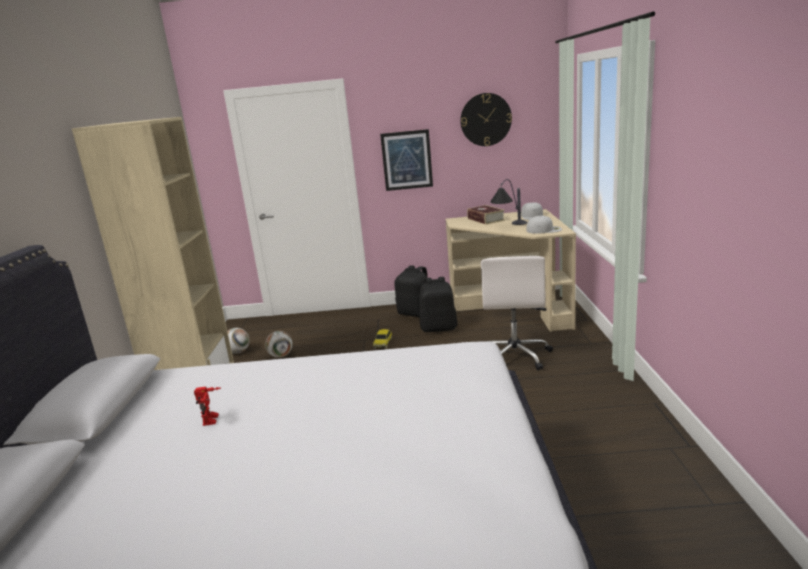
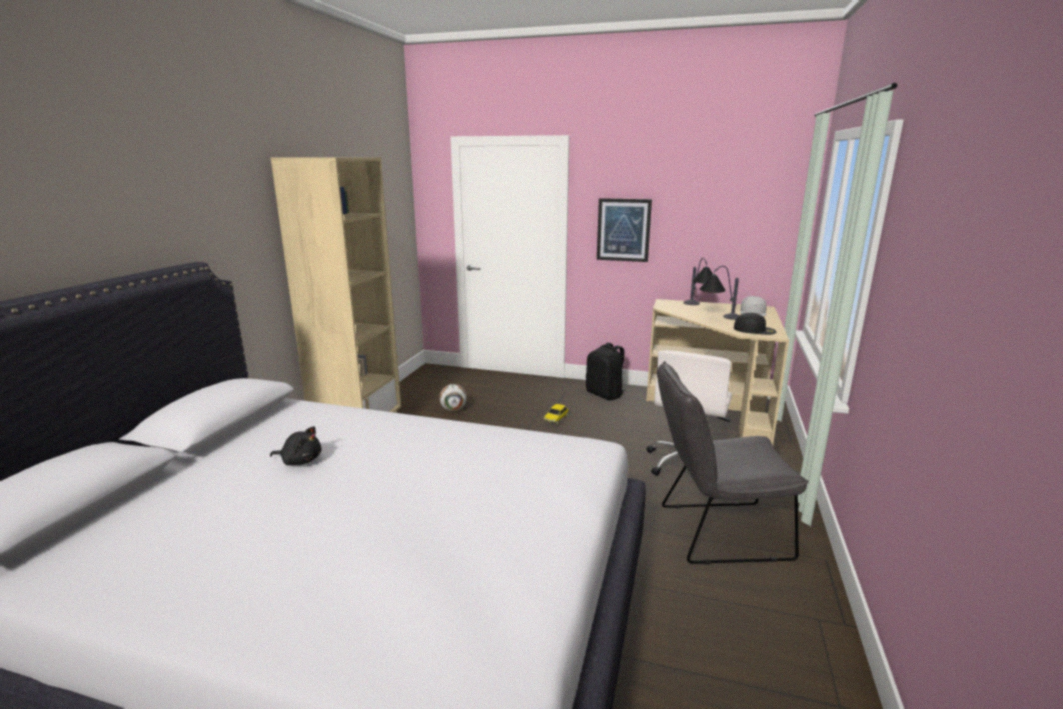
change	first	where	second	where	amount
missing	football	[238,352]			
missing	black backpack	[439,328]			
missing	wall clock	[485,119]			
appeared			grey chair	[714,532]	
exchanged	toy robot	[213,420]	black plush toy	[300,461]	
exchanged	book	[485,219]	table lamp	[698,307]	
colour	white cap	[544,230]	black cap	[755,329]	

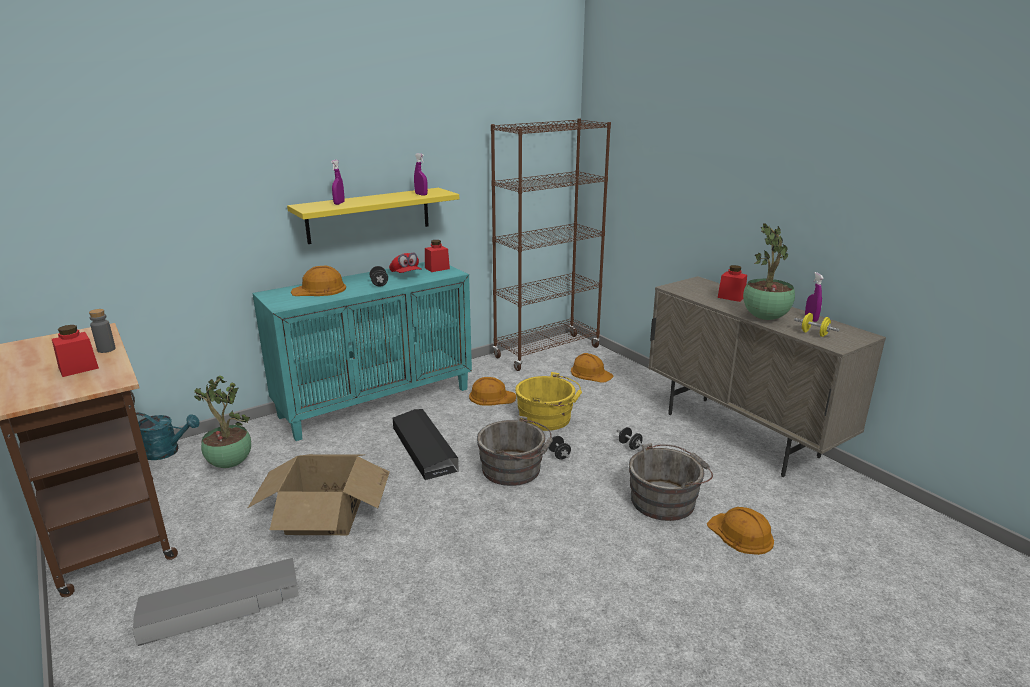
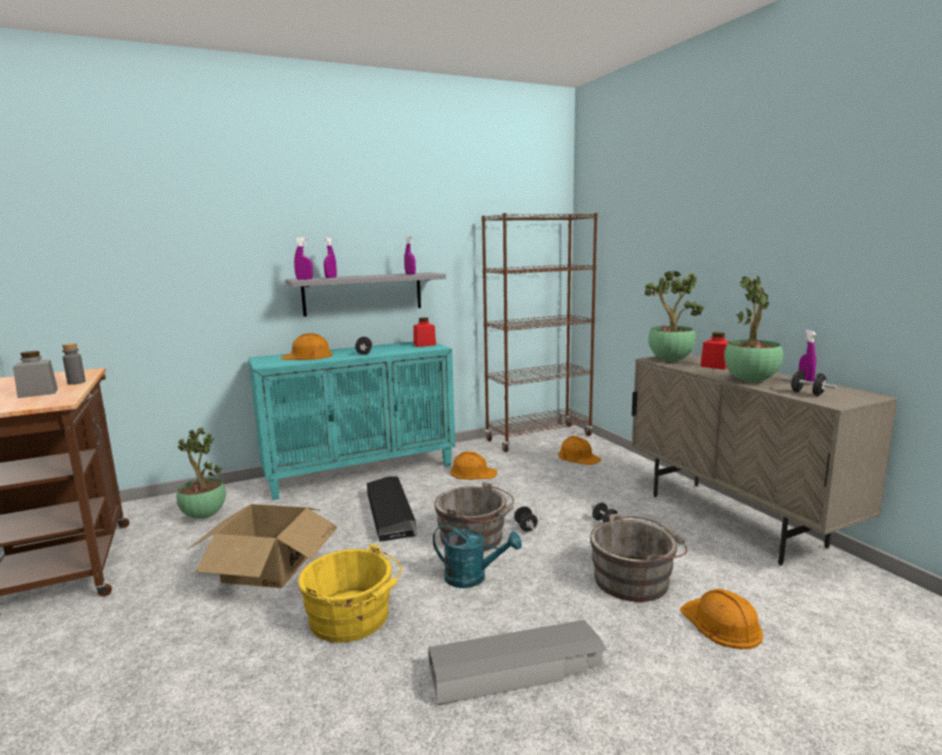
change	first	where	second	where	amount
missing	red cap	[406,275]			
appeared			purple spray bottle	[304,279]	
appeared			potted plant	[669,360]	
relocated	grey storage box	[222,606]		[517,669]	
relocated	turquoise watering can	[167,452]		[473,577]	
relocated	yellow bucket	[548,418]		[353,618]	
colour	red jar	[78,368]	grey jar	[38,393]	
colour	yellow shelf	[369,215]	grey shelf	[363,293]	
colour	yellow dumbbell	[814,334]	black dumbbell	[807,393]	

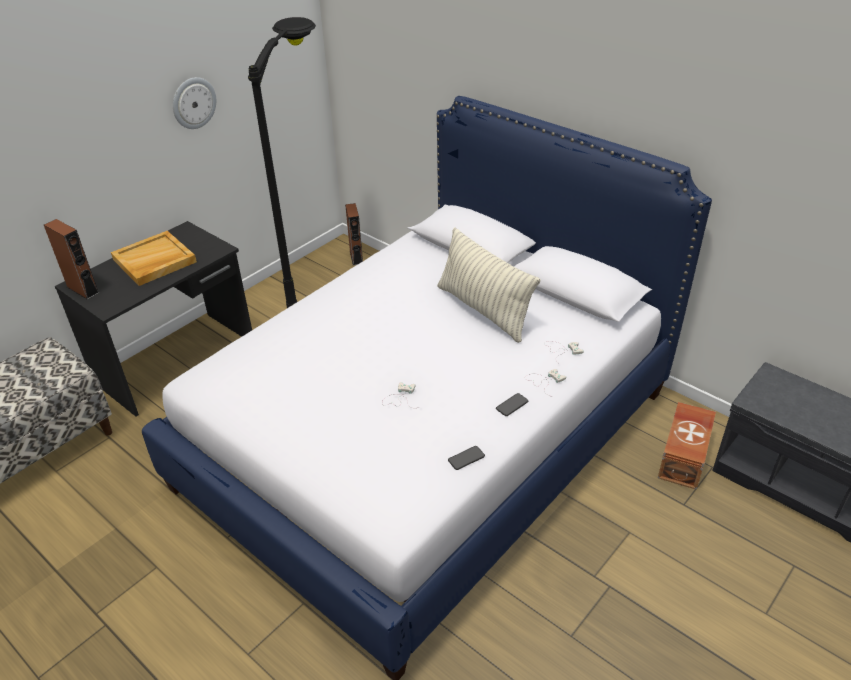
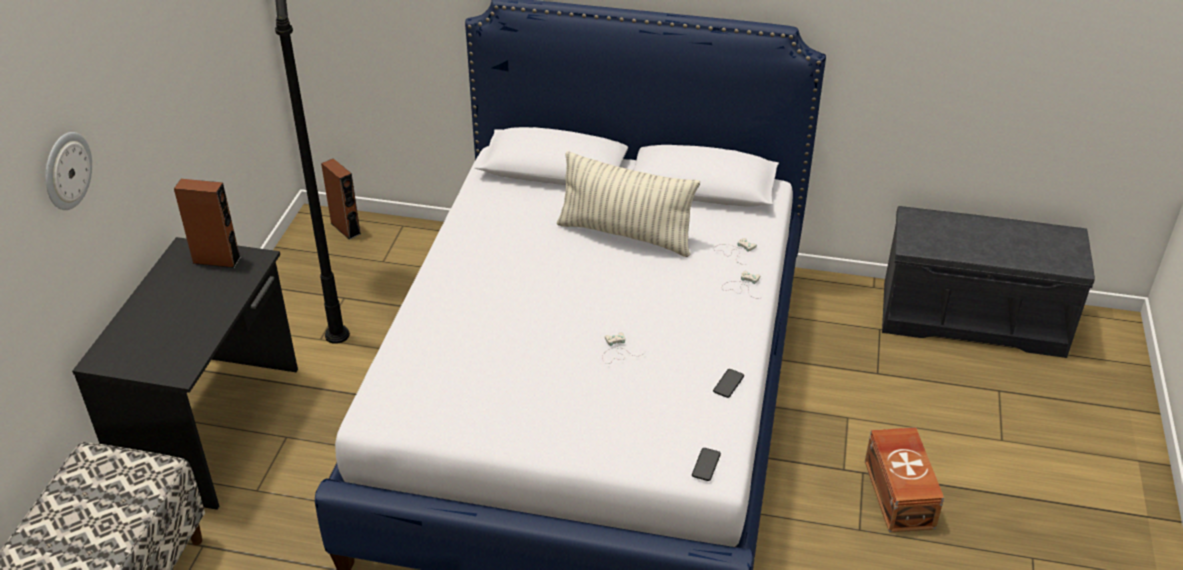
change	first	where	second	where	amount
missing	beige tray	[154,261]			
relocated	brown speaker	[83,290]		[216,260]	
relocated	wall clock	[193,103]		[66,170]	
relocated	phone	[512,405]		[706,465]	
relocated	brown storage box	[685,456]		[900,493]	

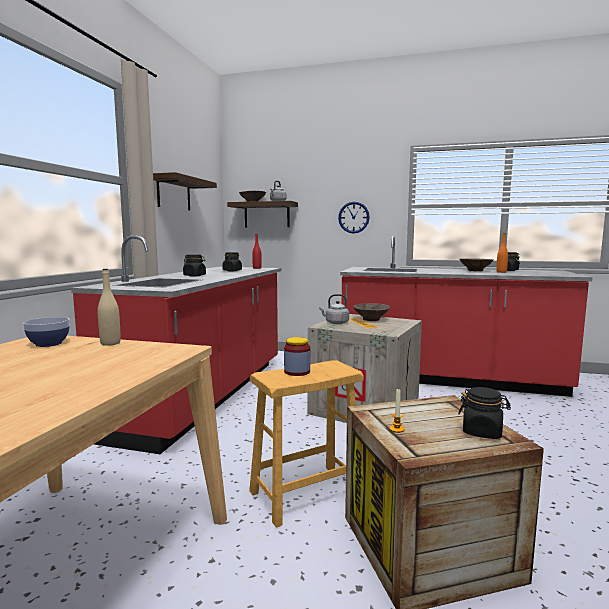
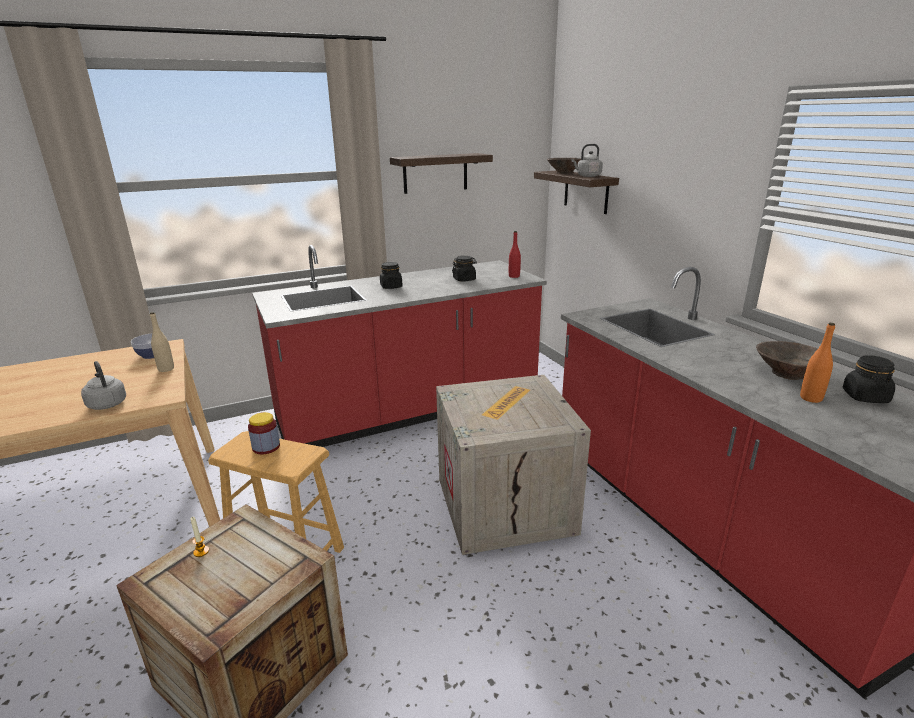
change	first	where	second	where	amount
missing	wall clock	[353,217]			
missing	brown bowl	[371,319]			
missing	black jar	[482,432]			
relocated	grey kettle	[335,323]		[107,403]	

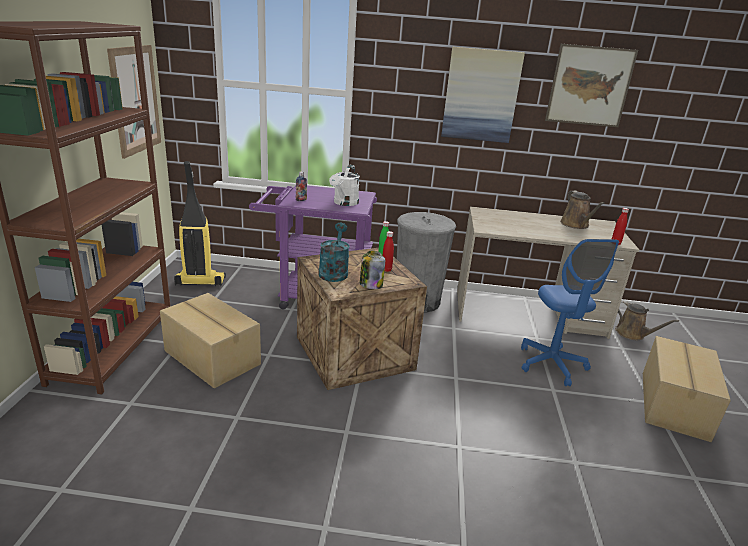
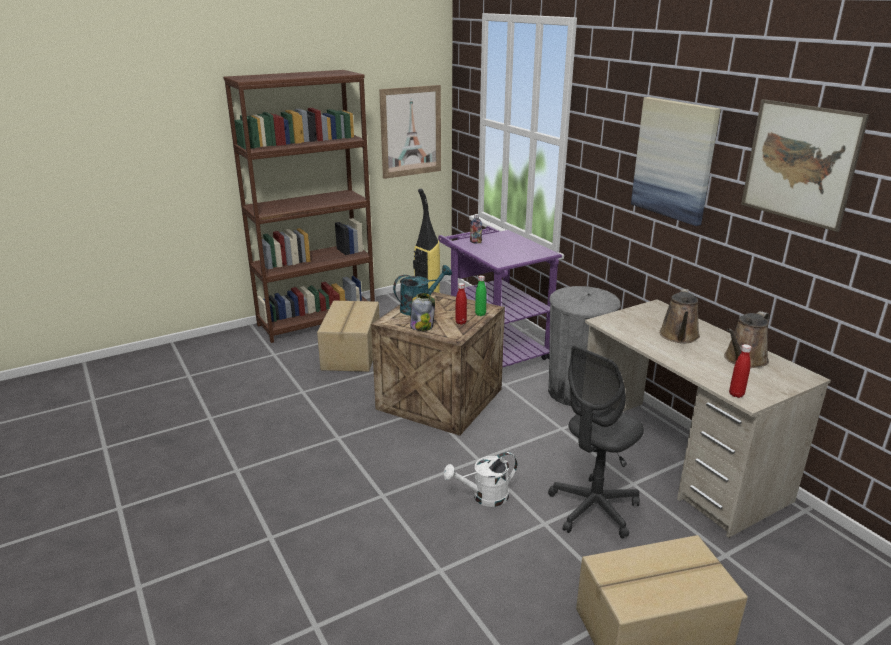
change	first	where	second	where	amount
relocated	white watering can	[344,203]		[484,497]	
relocated	brown watering can	[632,334]		[679,336]	
colour	blue office chair	[551,364]	grey office chair	[593,509]	

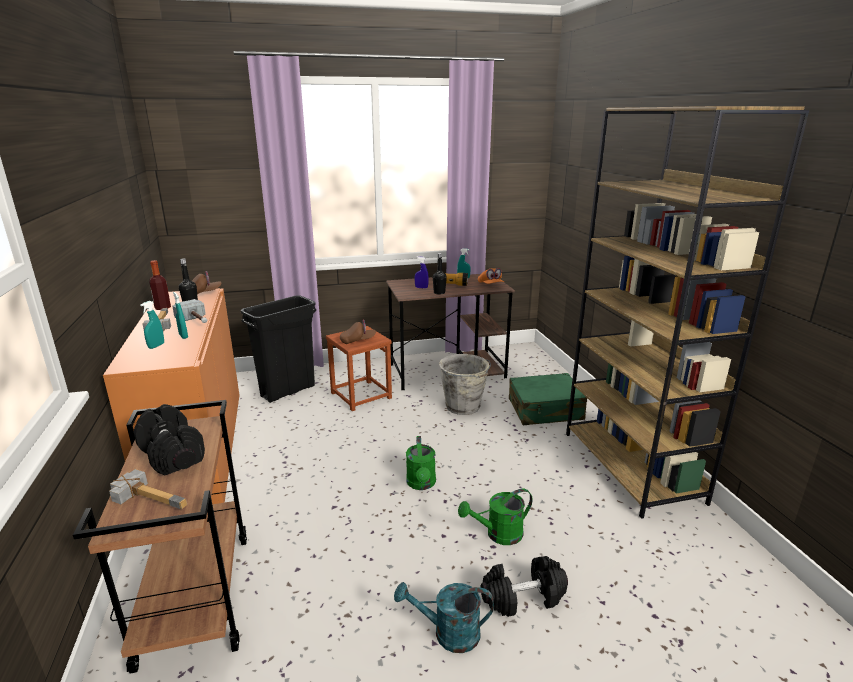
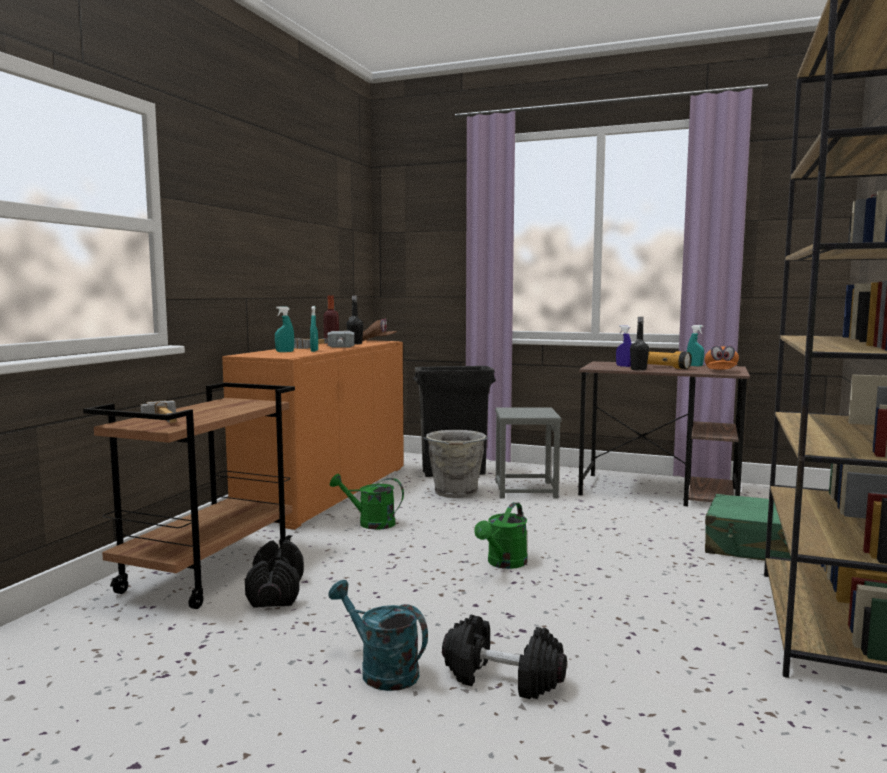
change	first	where	second	where	amount
missing	brown cap	[358,341]			
relocated	black dumbbell	[171,454]		[275,592]	
relocated	grey bucket	[463,407]		[455,492]	
relocated	green watering can	[498,534]		[370,523]	
colour	brown stool	[360,395]	grey stool	[525,490]	

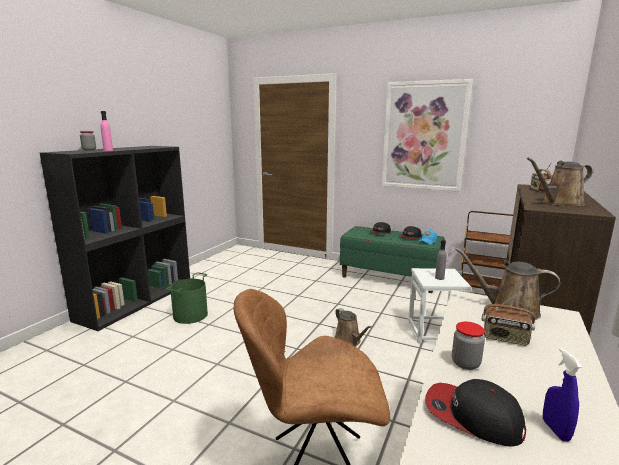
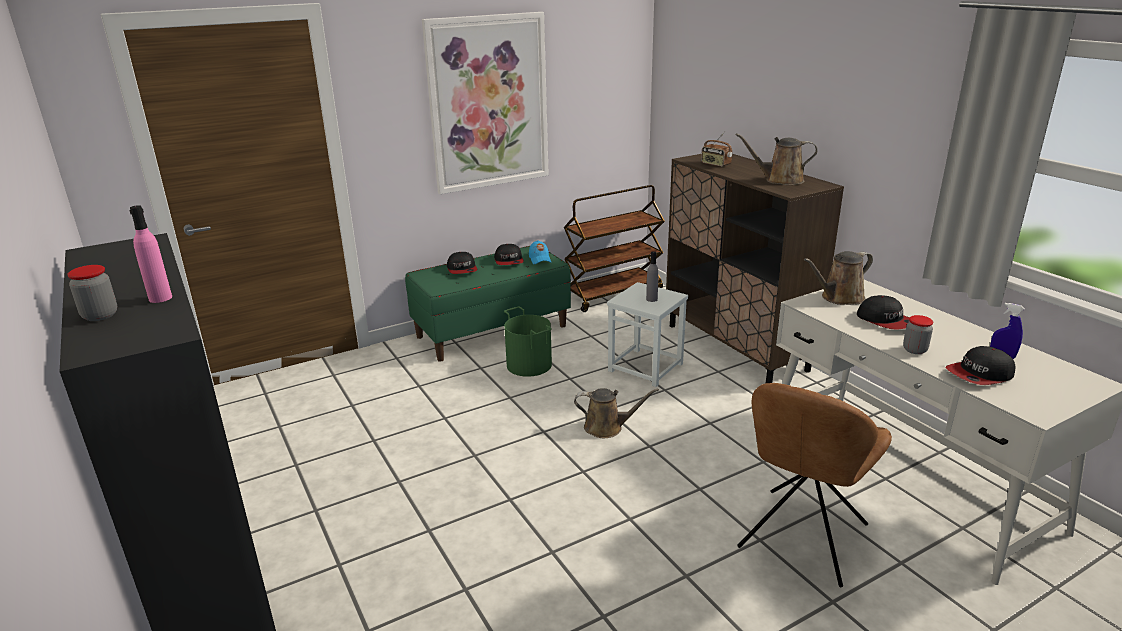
change	first	where	second	where	amount
relocated	green bucket	[191,315]		[529,364]	
exchanged	radio	[505,338]	cap	[886,321]	
spun	brown watering can	[559,203]		[780,180]	75 degrees clockwise

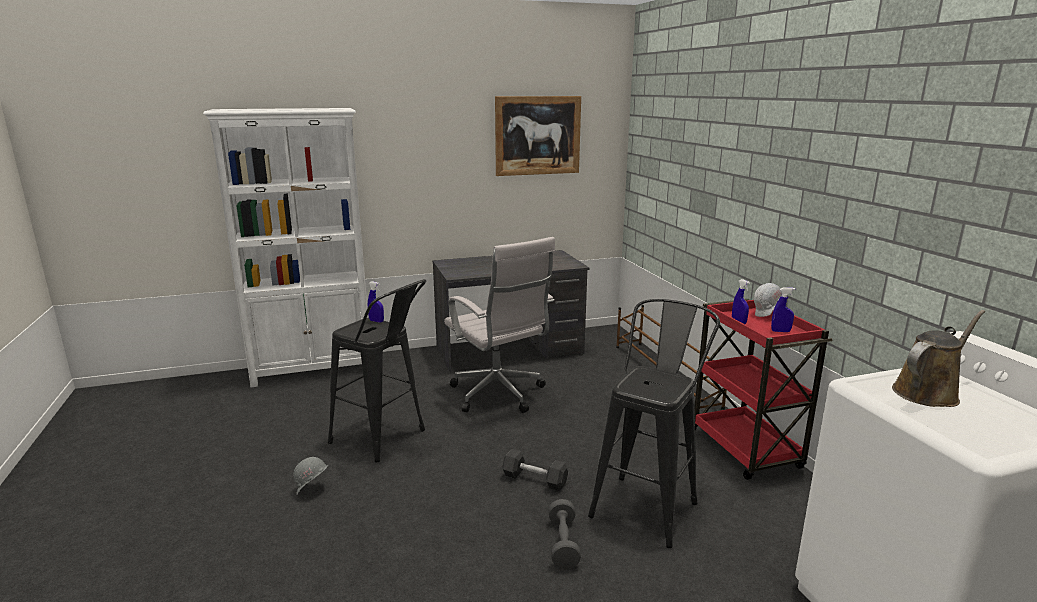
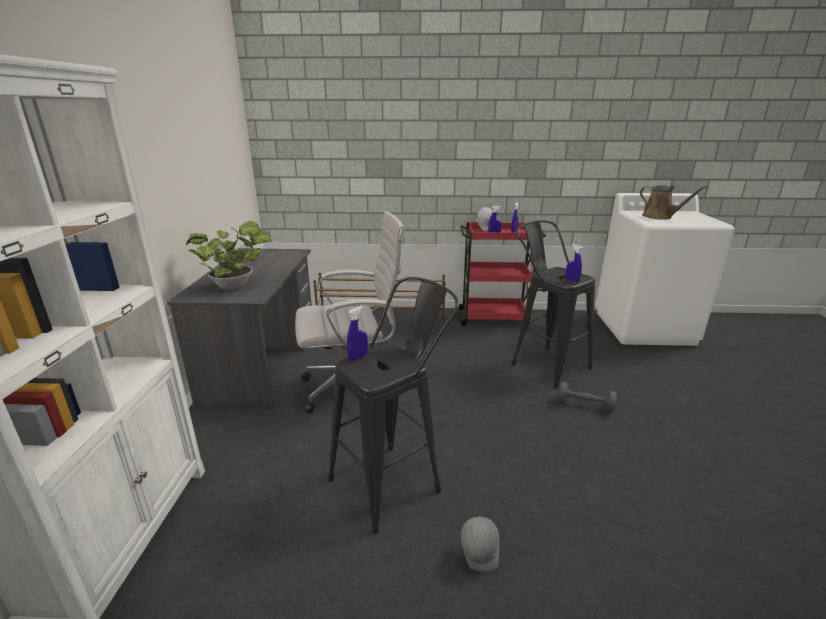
change	first	where	second	where	amount
missing	picture	[538,135]			
missing	grey dumbbell	[535,479]			
appeared			potted plant	[236,286]	
appeared			blue spray bottle	[572,281]	
spun	brown watering can	[928,392]		[660,217]	150 degrees clockwise

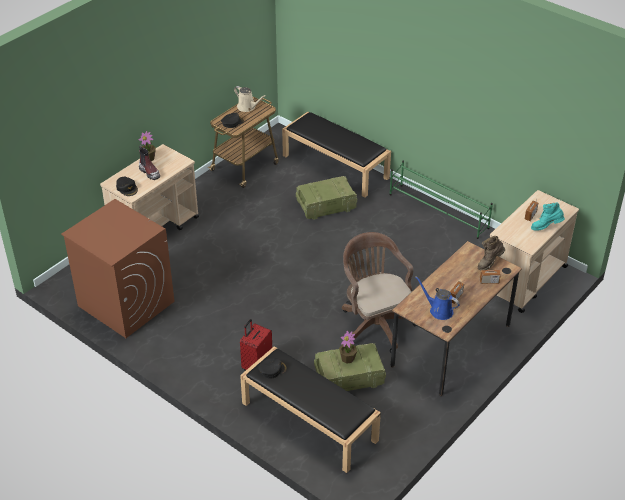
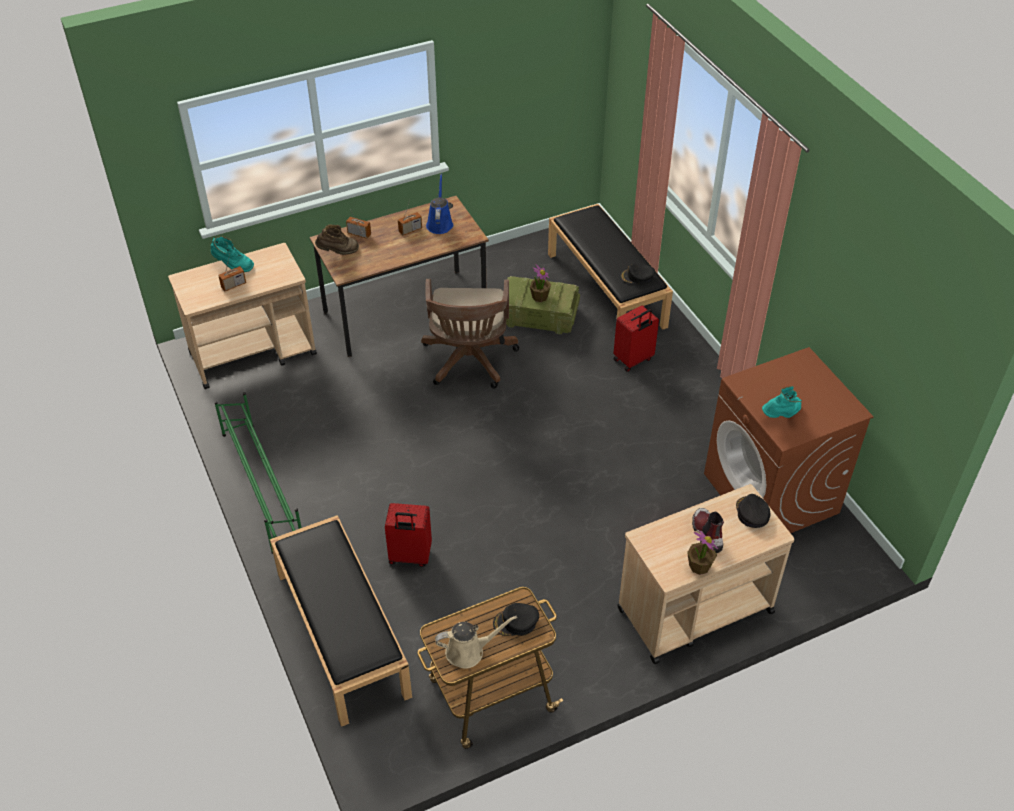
change	first	where	second	where	amount
appeared			turquoise boot	[781,415]	
exchanged	crate	[327,205]	red suitcase	[409,556]	
spun	beige watering can	[247,107]		[468,651]	105 degrees clockwise
spun	blue watering can	[439,310]		[439,223]	150 degrees counterclockwise

